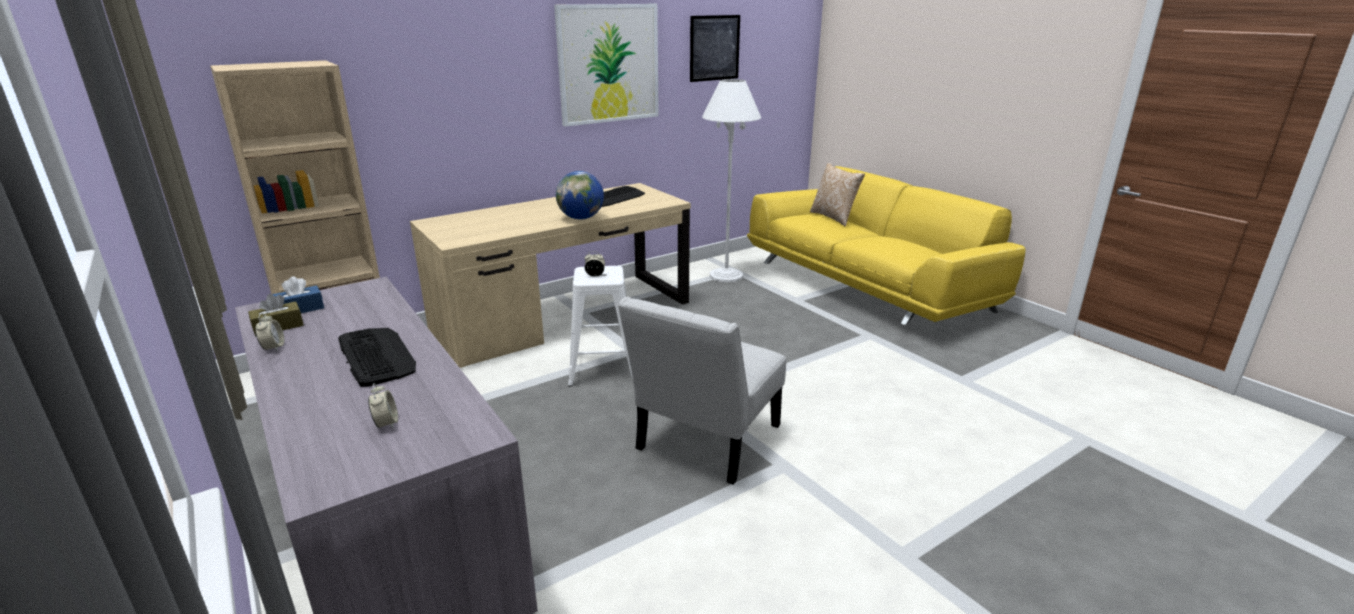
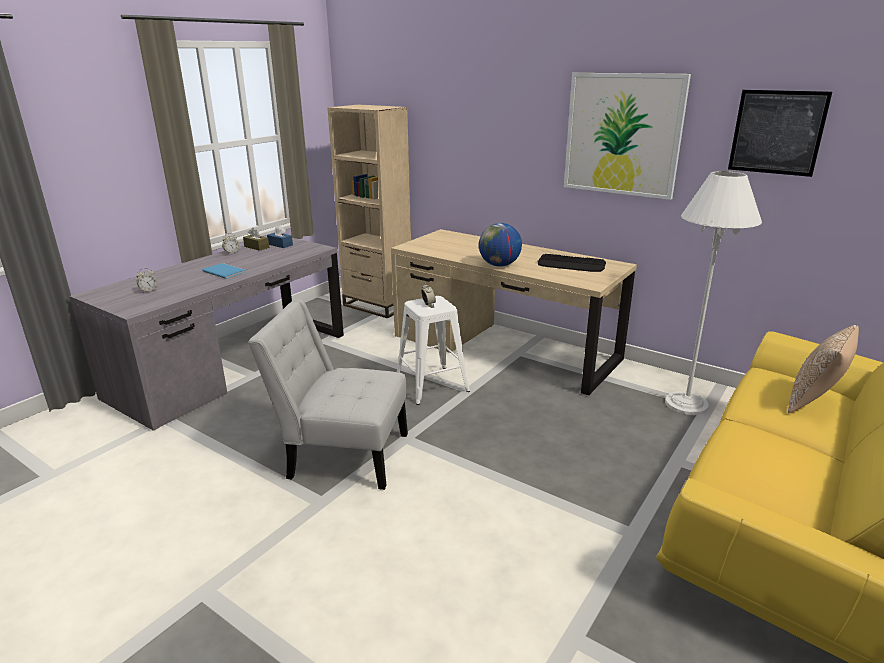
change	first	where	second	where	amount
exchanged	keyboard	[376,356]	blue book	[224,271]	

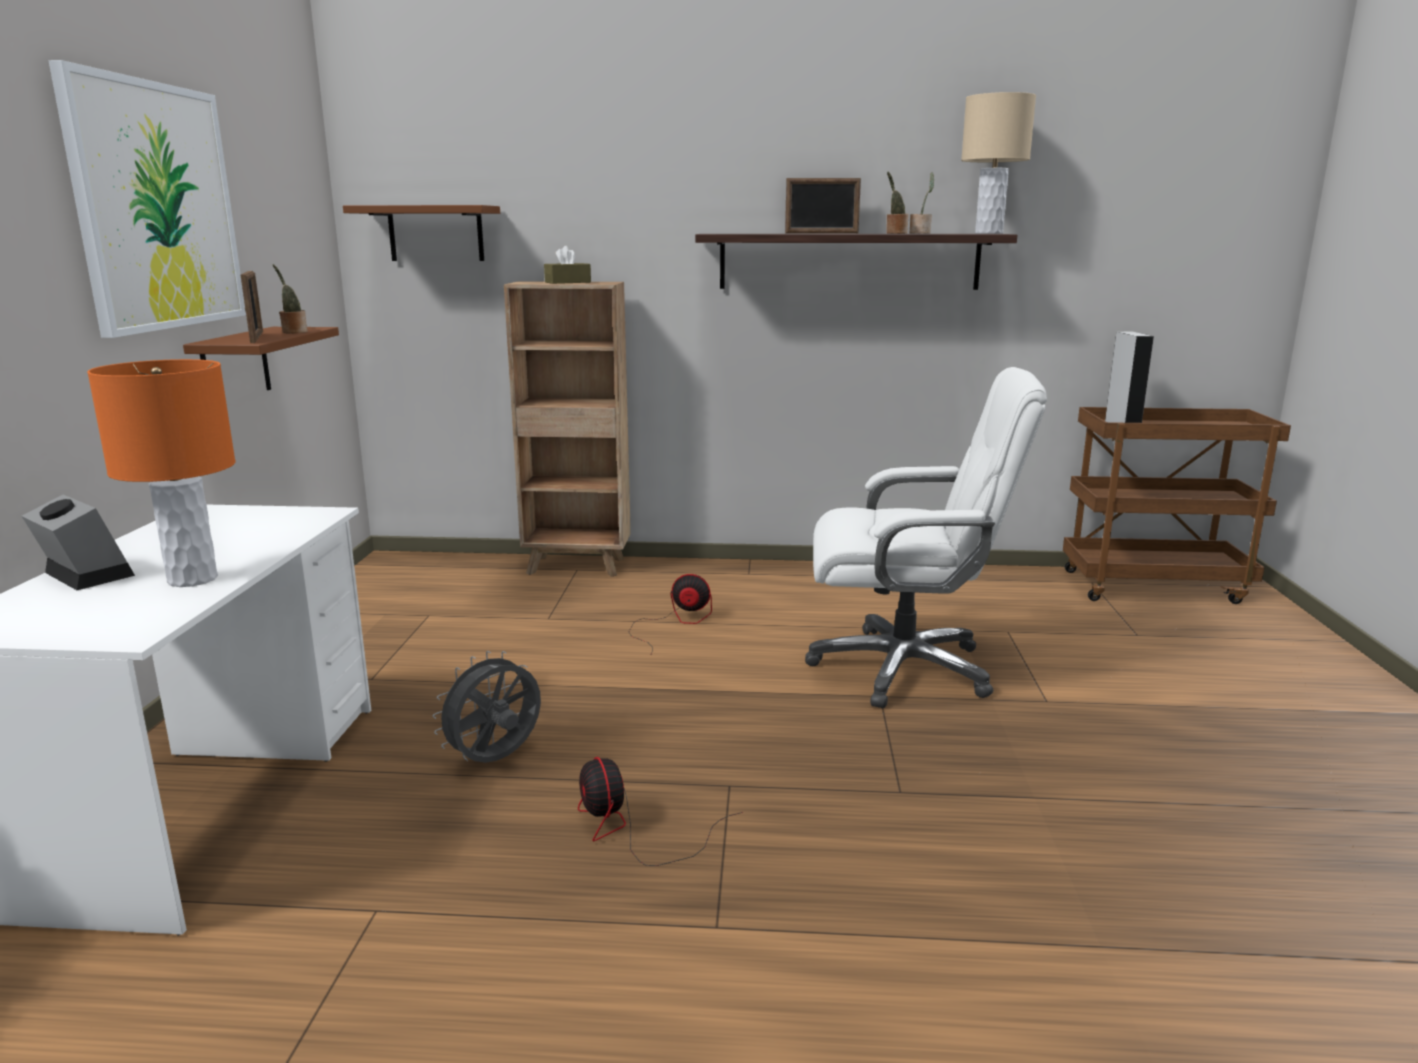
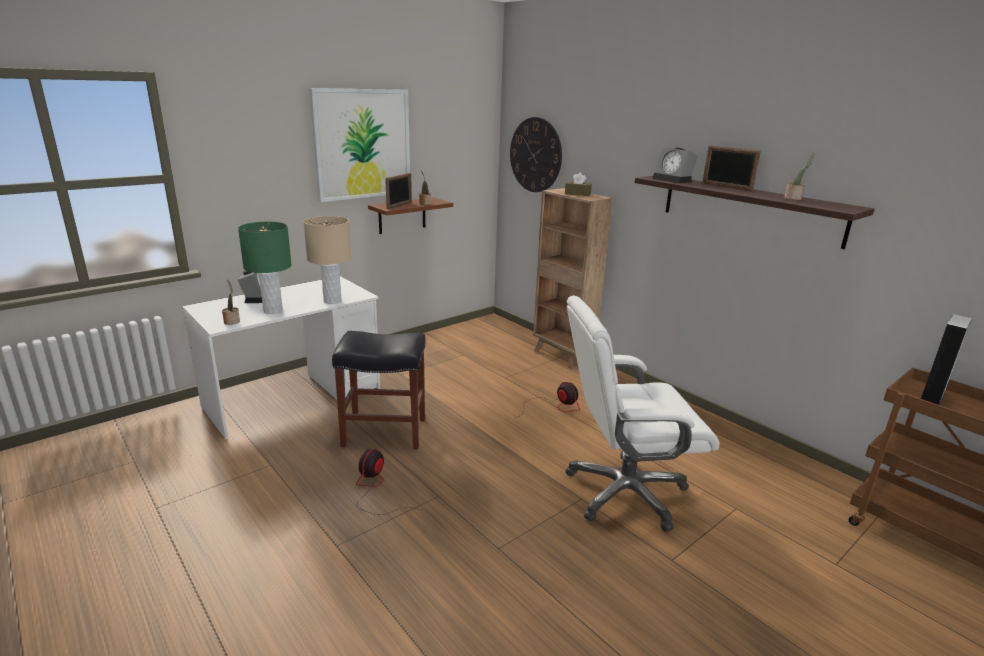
change	first	where	second	where	amount
appeared			alarm clock	[674,180]	
relocated	potted plant	[895,233]		[232,321]	
relocated	beige table lamp	[988,233]		[332,301]	
exchanged	brown shelf	[436,233]	wall clock	[535,155]	
exchanged	grey fan	[496,760]	black stool	[383,432]	
colour	orange table lamp	[193,579]	green table lamp	[273,310]	
spun	white office chair	[904,668]		[624,492]	120 degrees clockwise

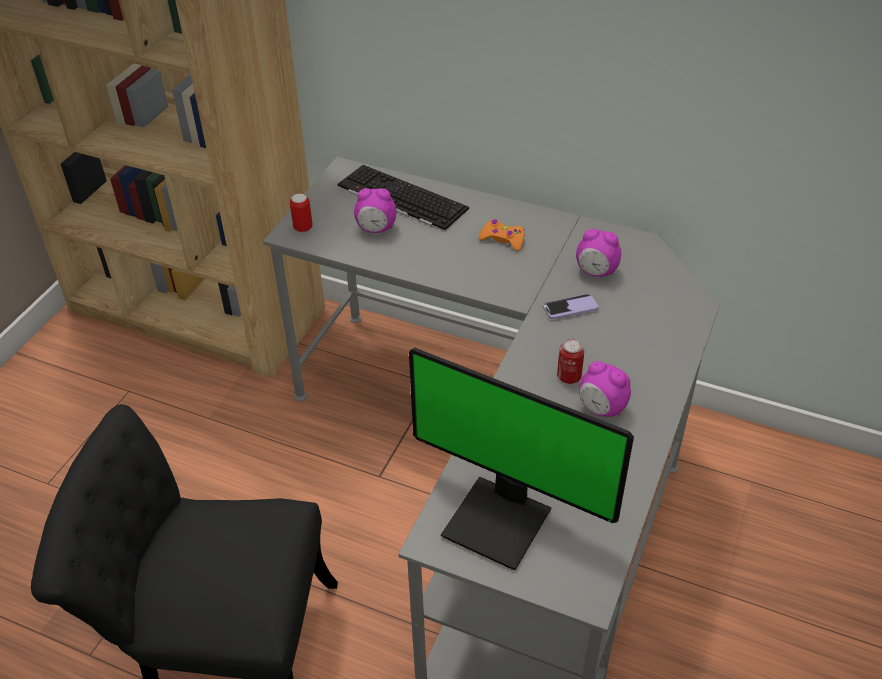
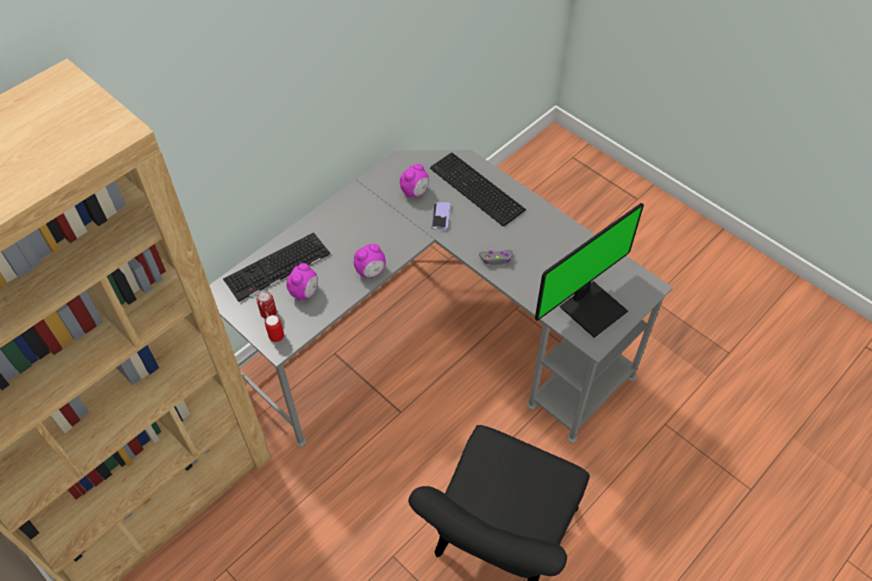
change	first	where	second	where	amount
missing	orange game controller	[503,239]			
appeared			keyboard	[476,190]	
appeared			grey game controller	[496,259]	
relocated	can	[569,376]		[268,313]	
relocated	alarm clock	[601,409]		[371,271]	

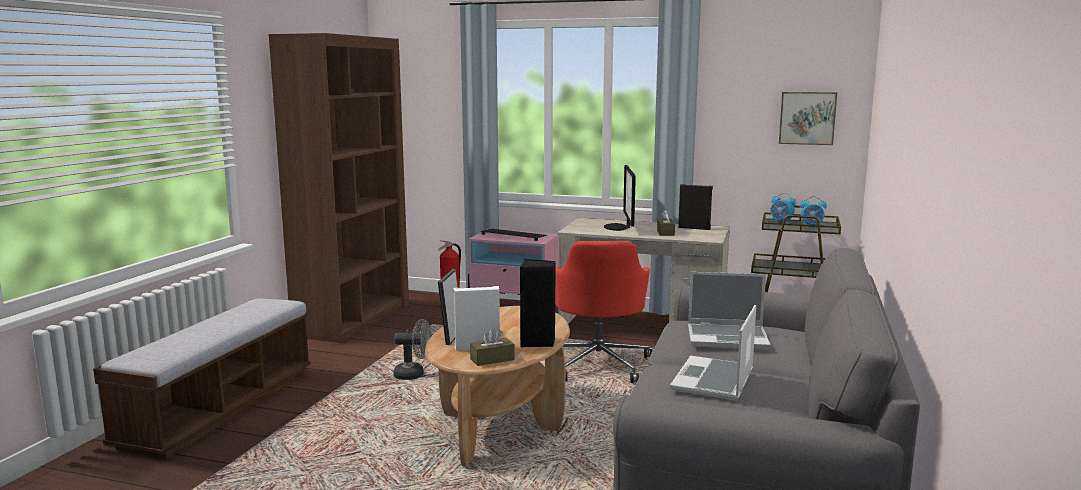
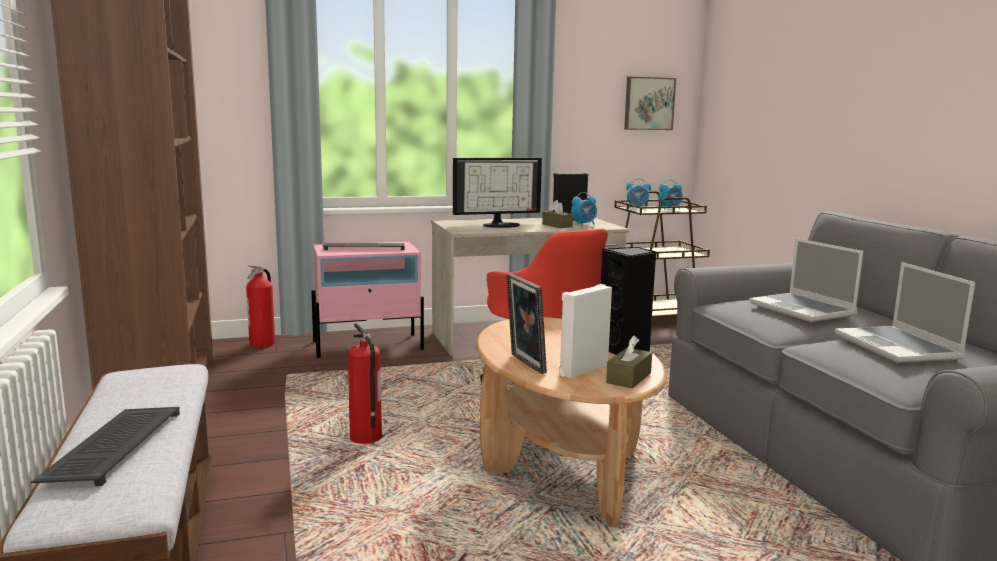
change	first	where	second	where	amount
appeared			keyboard	[113,446]	
appeared			alarm clock	[584,224]	
exchanged	grey fan	[414,375]	fire extinguisher	[366,438]	
spun	monitor	[620,227]		[501,225]	75 degrees counterclockwise
spun	laptop	[728,338]		[803,310]	90 degrees clockwise

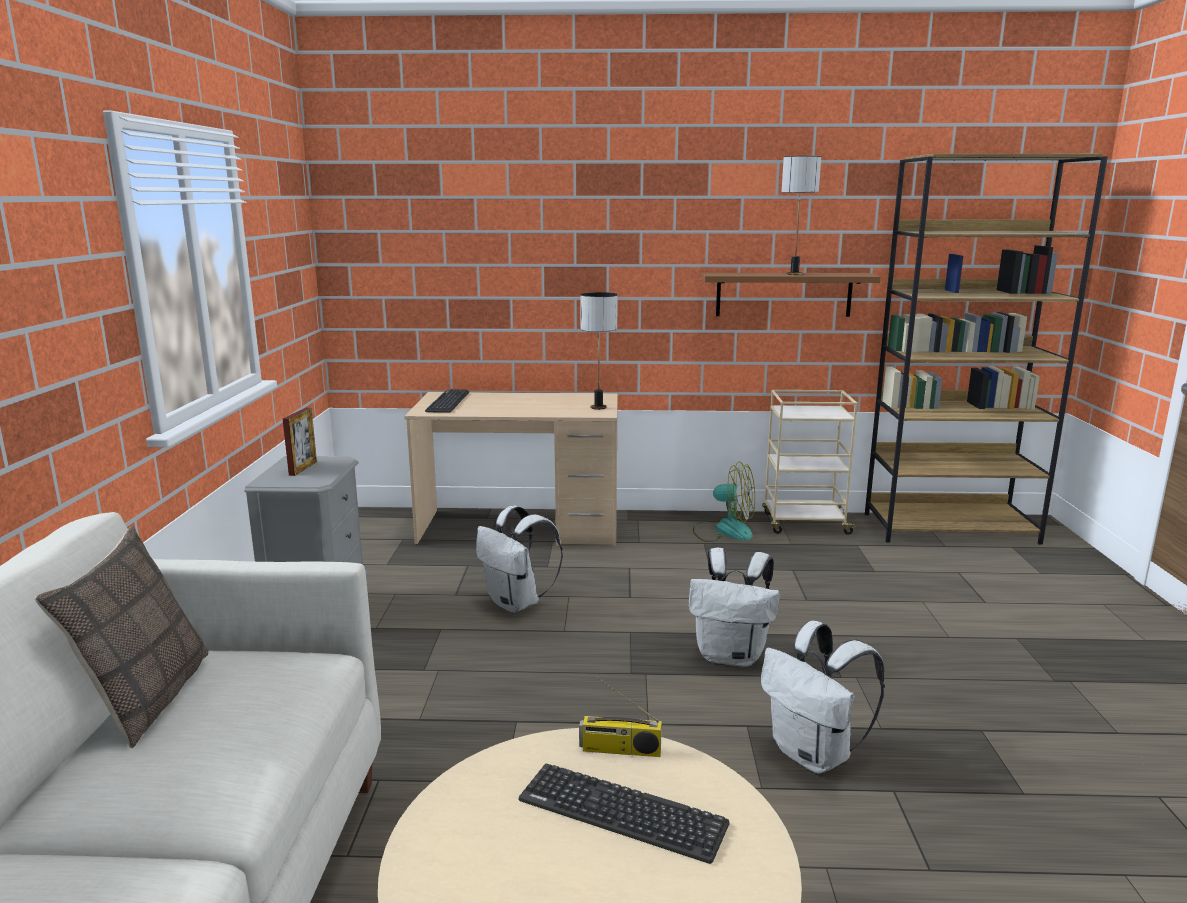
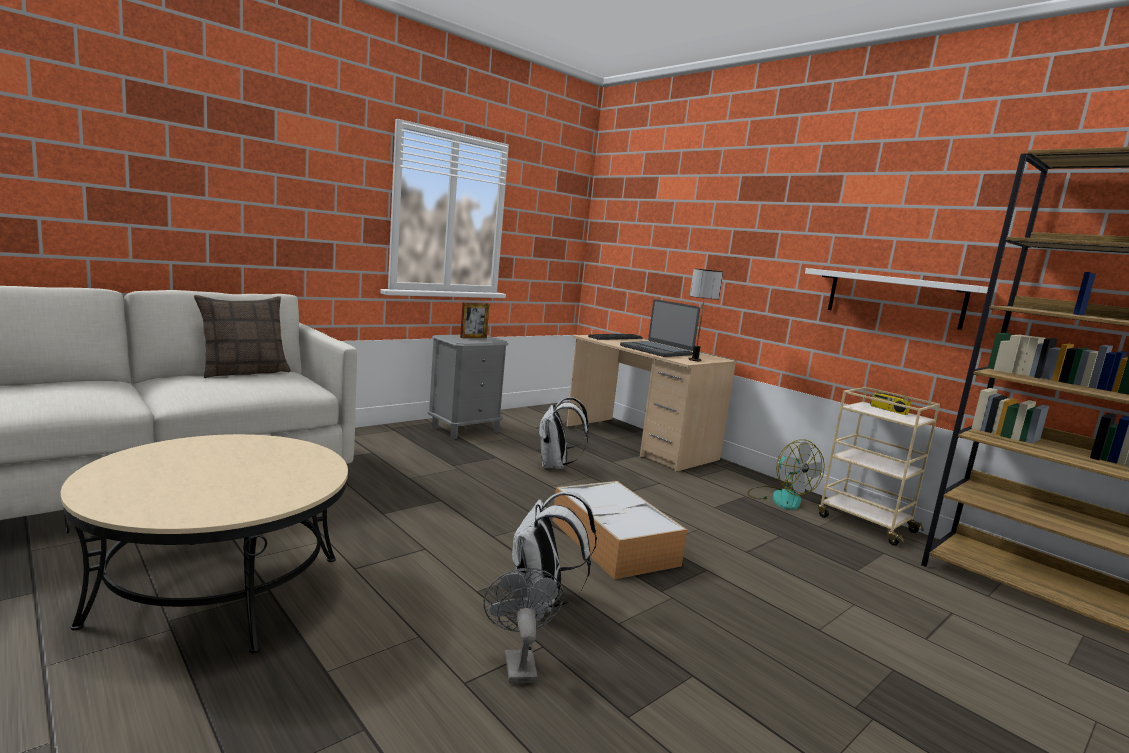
change	first	where	second	where	amount
missing	keyboard	[621,812]			
missing	table lamp	[794,274]			
appeared			grey fan	[518,662]	
appeared			laptop	[656,350]	
relocated	radio	[619,750]		[887,410]	
exchanged	white backpack	[732,656]	storage box	[615,543]	
colour	brown shelf	[783,294]	white shelf	[894,298]	

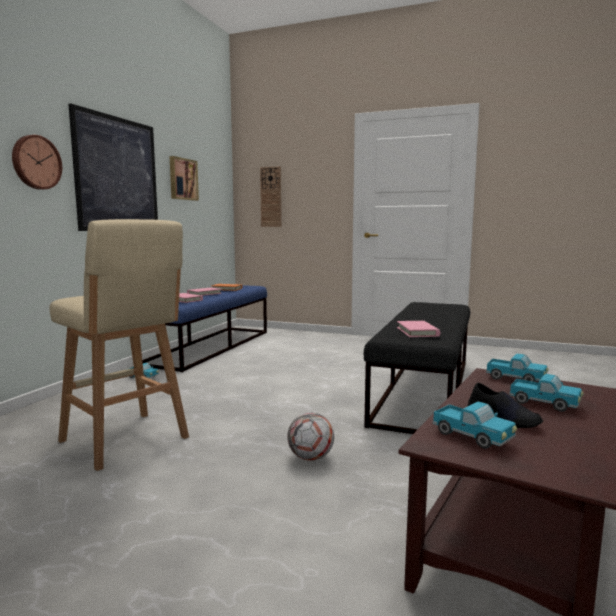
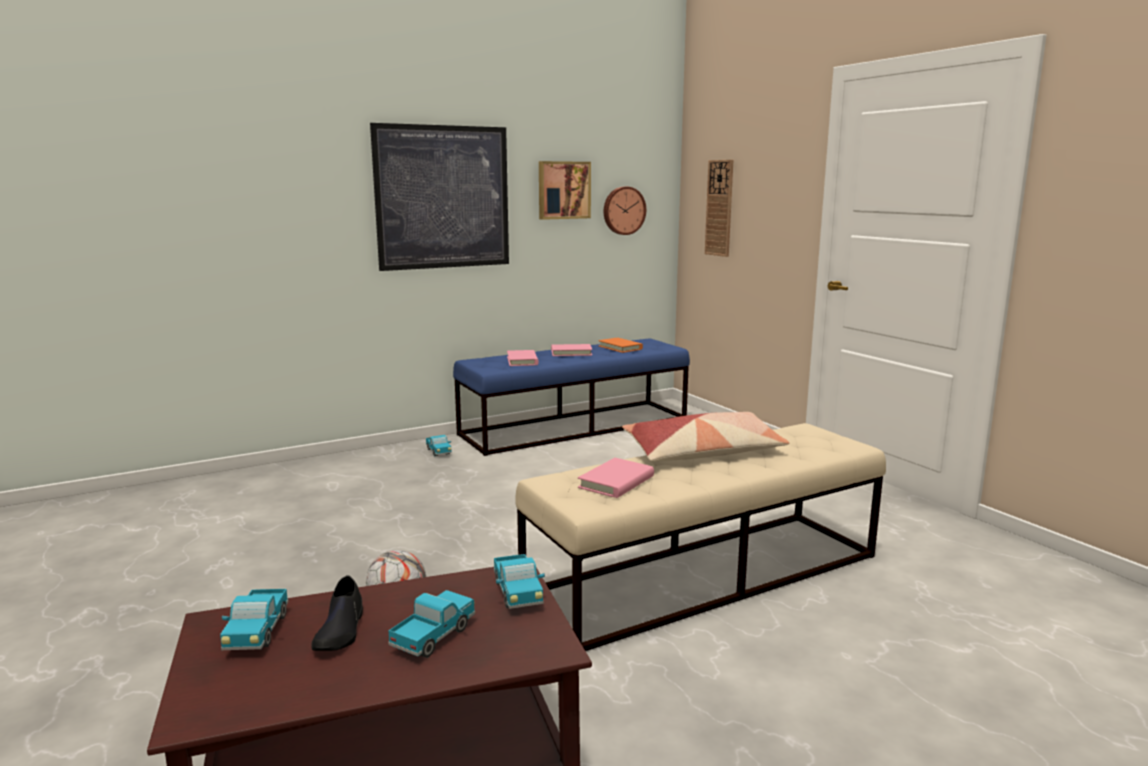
change	first	where	second	where	amount
missing	beige stool	[126,441]			
appeared			pillow	[704,452]	
relocated	wall clock	[35,162]		[623,210]	
colour	black bench	[424,390]	beige bench	[704,575]	
spun	toy truck	[545,404]		[434,636]	135 degrees counterclockwise

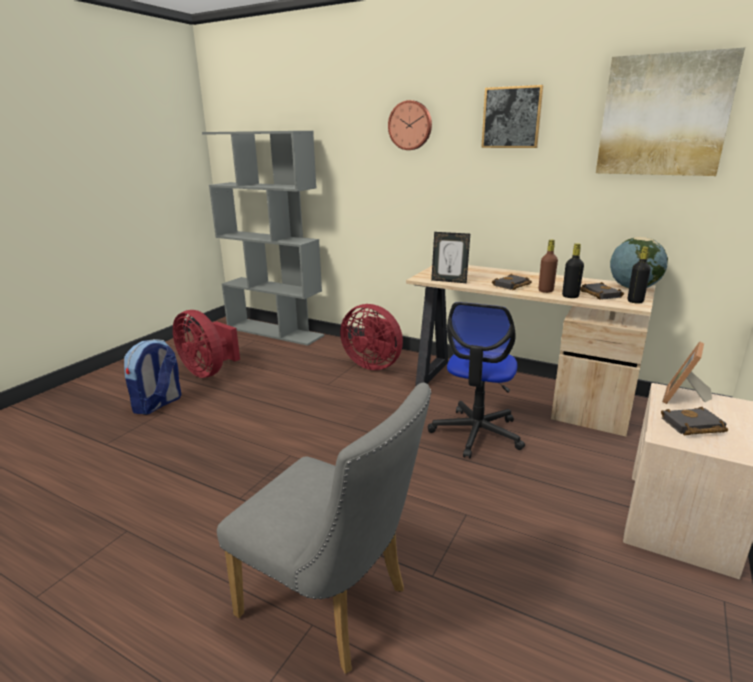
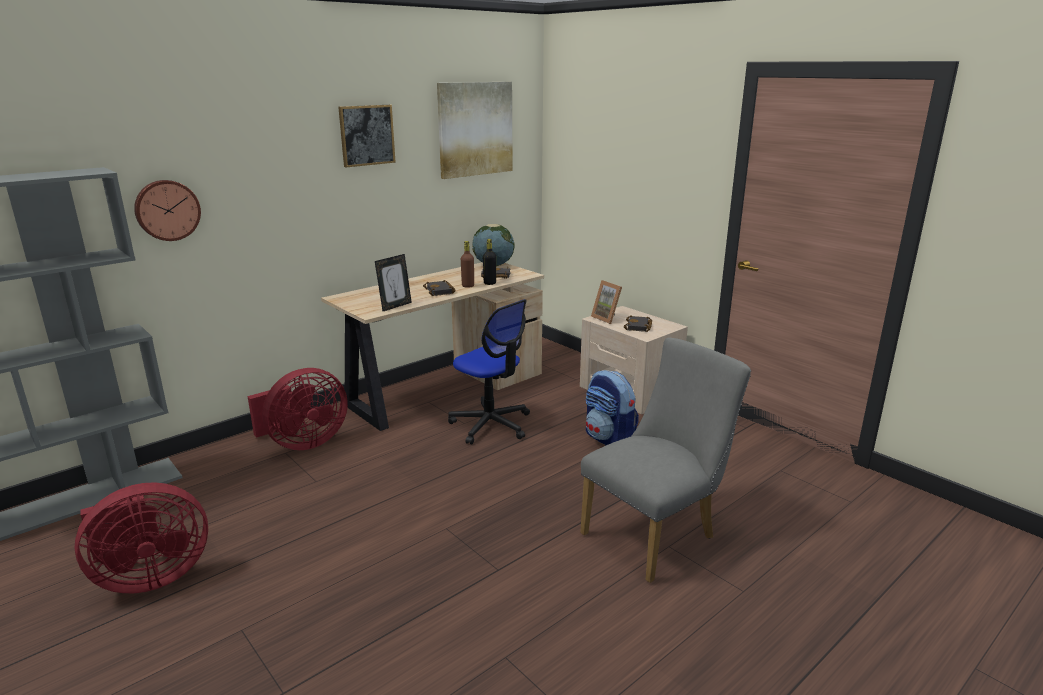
change	first	where	second	where	amount
missing	black bottle	[635,301]			
relocated	backpack	[157,404]		[609,439]	
relocated	wall clock	[410,125]		[167,210]	

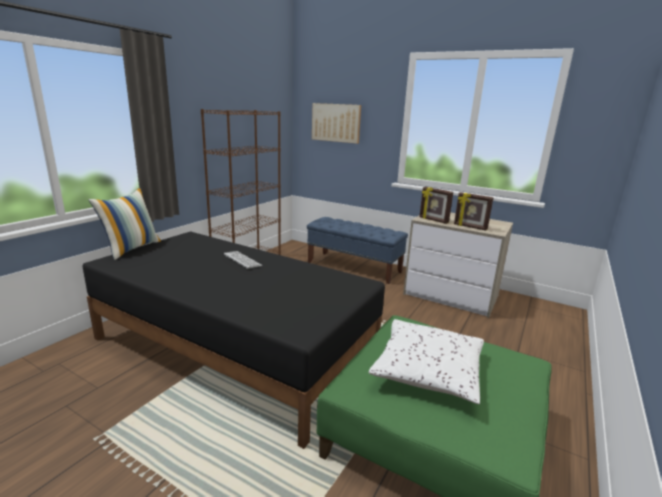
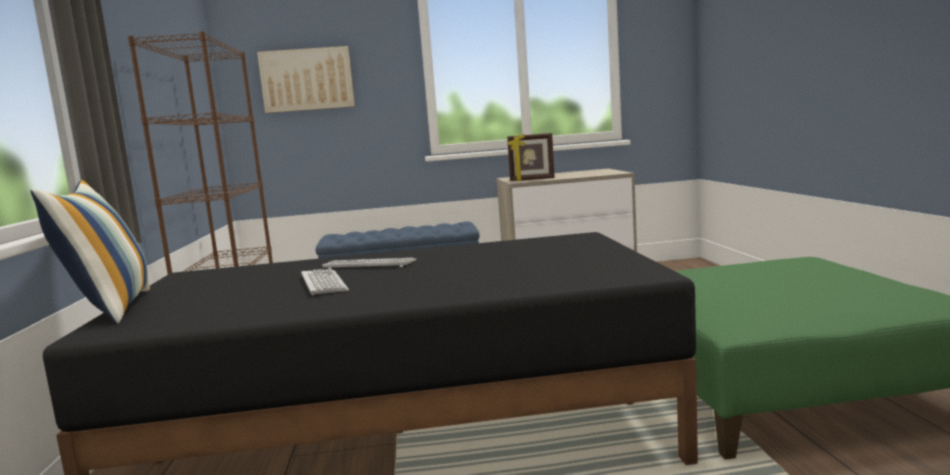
change	first	where	second	where	amount
missing	white pillow	[427,371]			
missing	picture frame	[470,227]			
appeared			keyboard	[324,283]	

